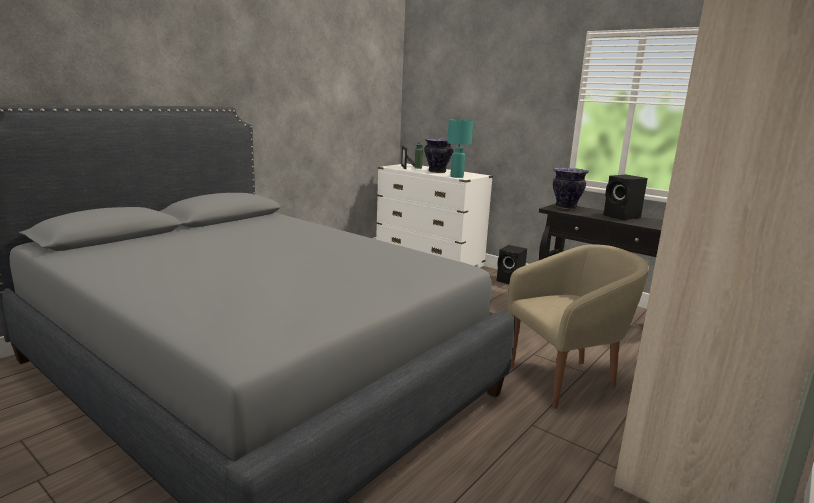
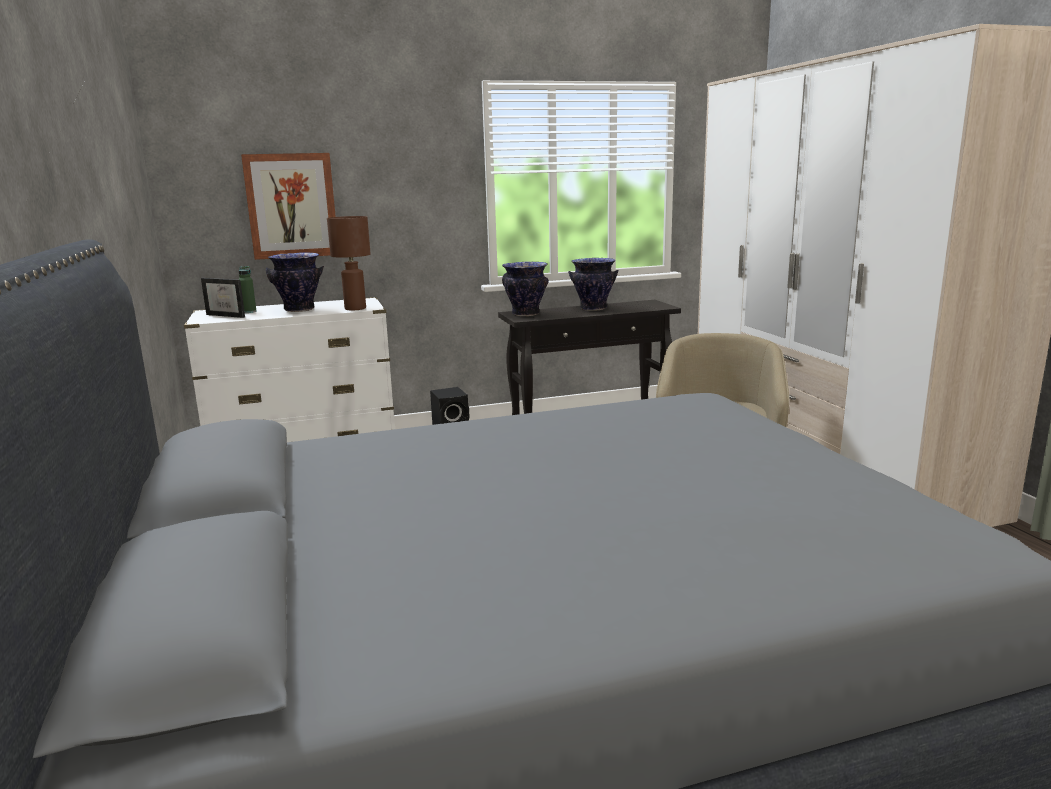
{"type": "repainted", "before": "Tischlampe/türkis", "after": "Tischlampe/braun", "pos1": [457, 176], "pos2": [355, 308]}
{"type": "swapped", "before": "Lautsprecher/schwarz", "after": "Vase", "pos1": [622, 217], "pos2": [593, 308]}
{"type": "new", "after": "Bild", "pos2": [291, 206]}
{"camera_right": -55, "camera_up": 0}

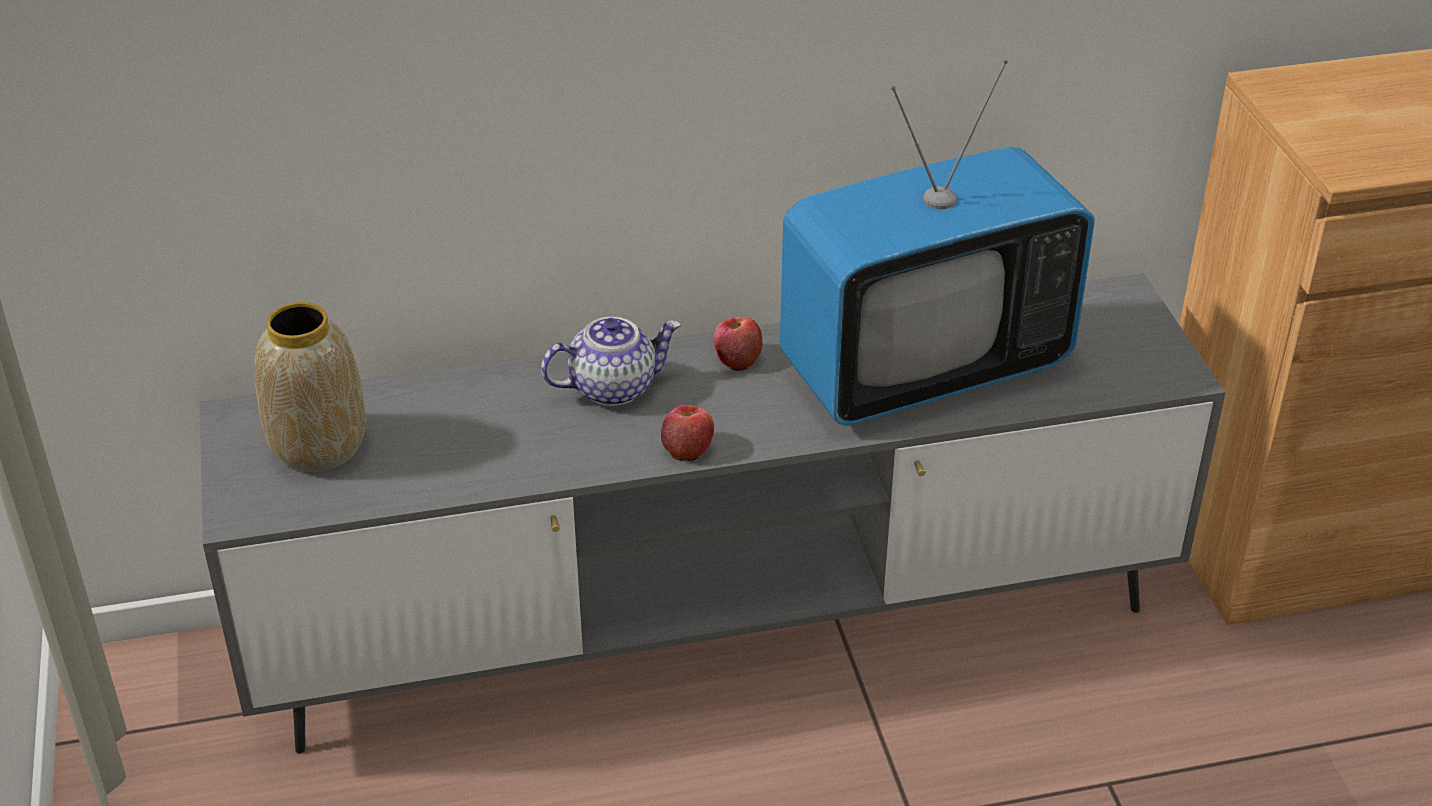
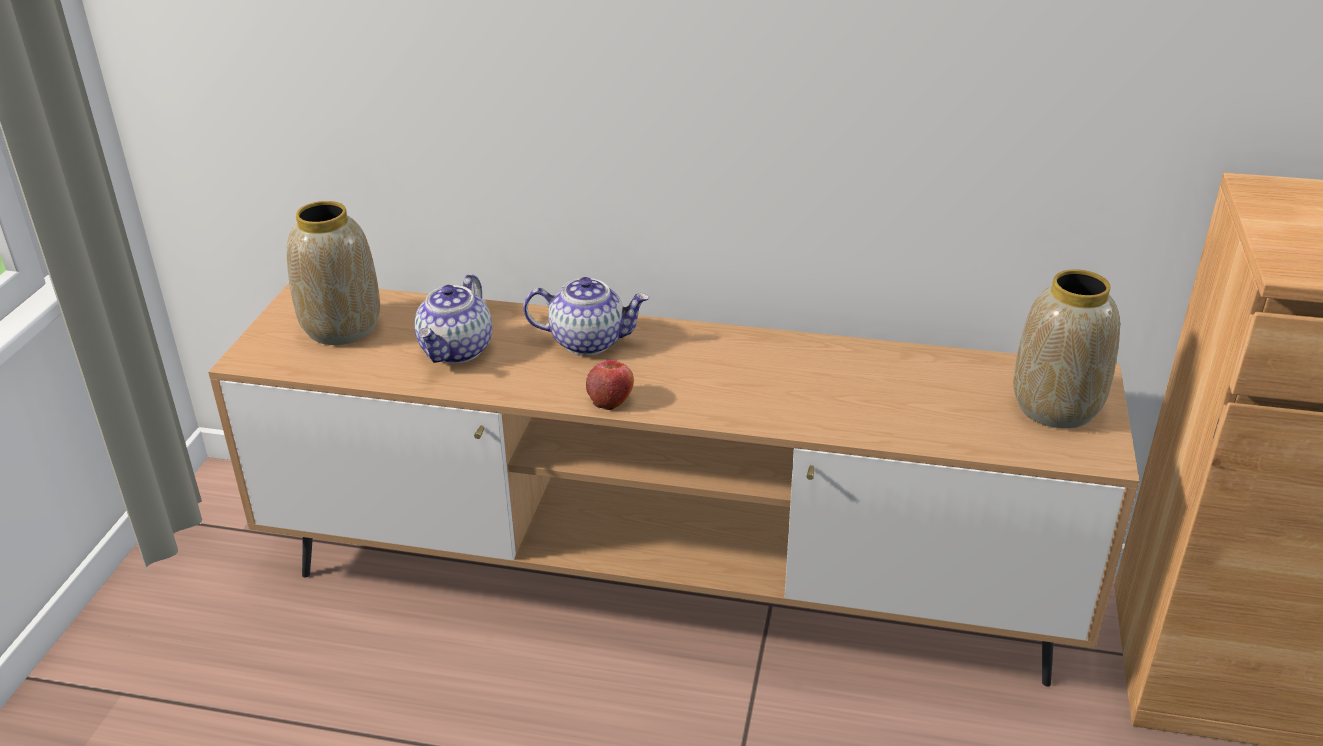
{"type": "repainted", "before": "Fernsehschrank/grau", "after": "Fernsehschrank/braun", "pos1": [714, 630], "pos2": [665, 585]}
{"type": "gone", "before": "Apfel", "pos1": [737, 358]}
{"type": "gone", "before": "Fernseher", "pos1": [924, 369]}
{"type": "new", "after": "Teekanne", "pos2": [457, 350]}
{"type": "new", "after": "Vase", "pos2": [1054, 407]}
{"camera_right": 25, "camera_up": -5}

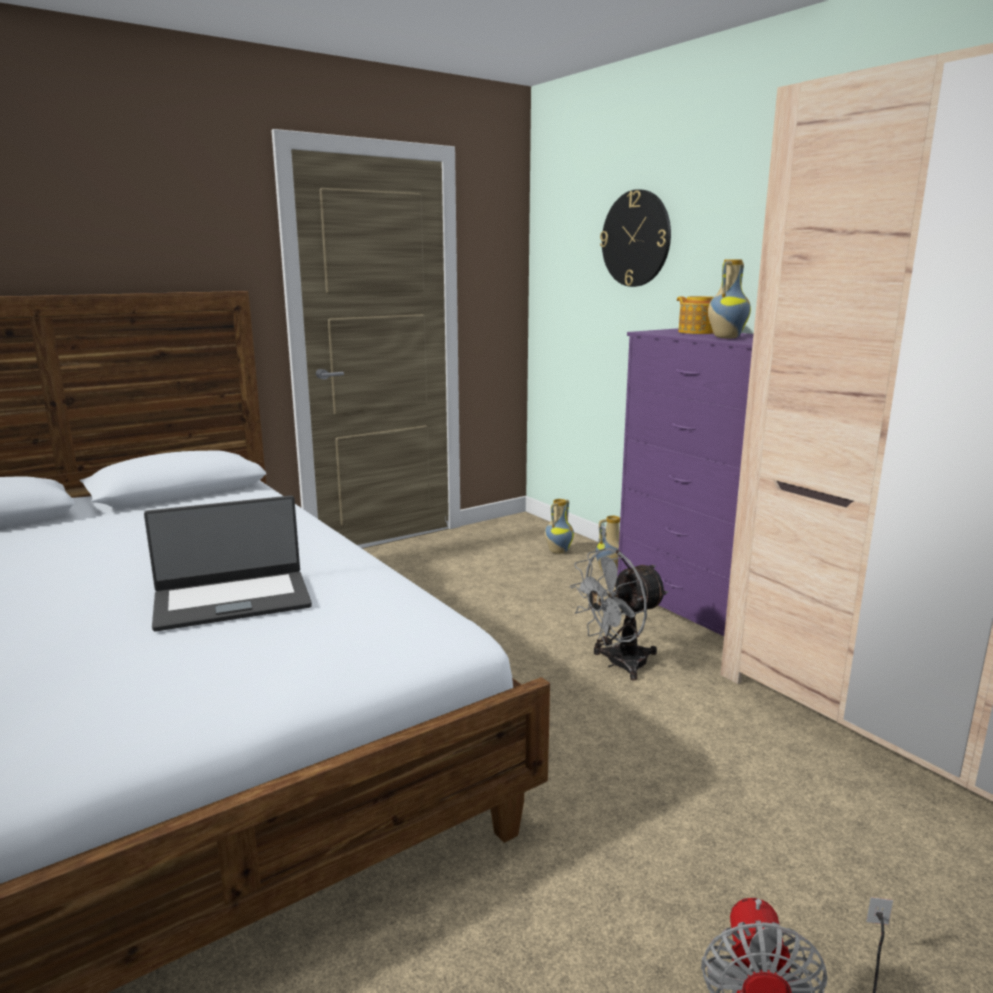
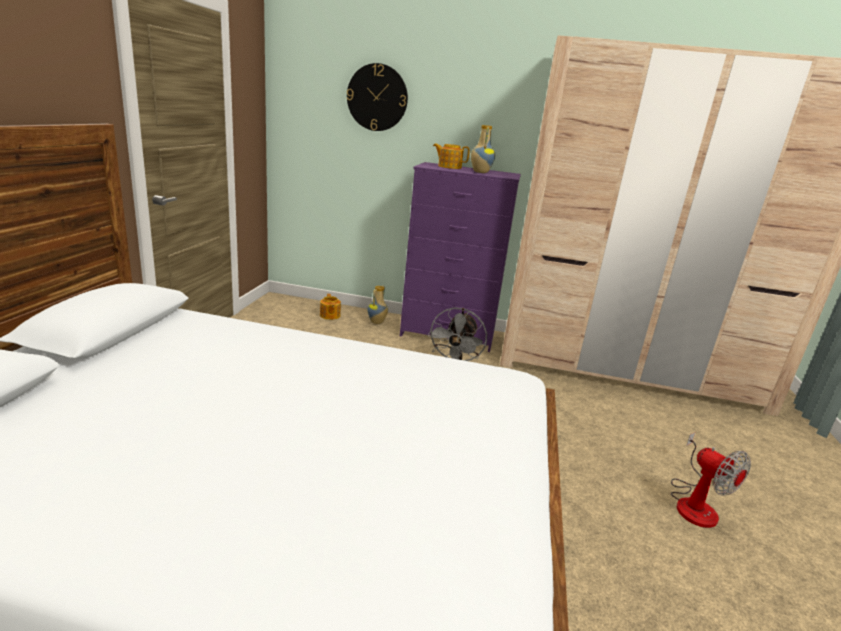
{"type": "gone", "before": "Laptop", "pos1": [232, 600]}
{"type": "swapped", "before": "Vase", "after": "Teekanne", "pos1": [558, 551], "pos2": [329, 316]}
{"camera_right": -45, "camera_up": 5}

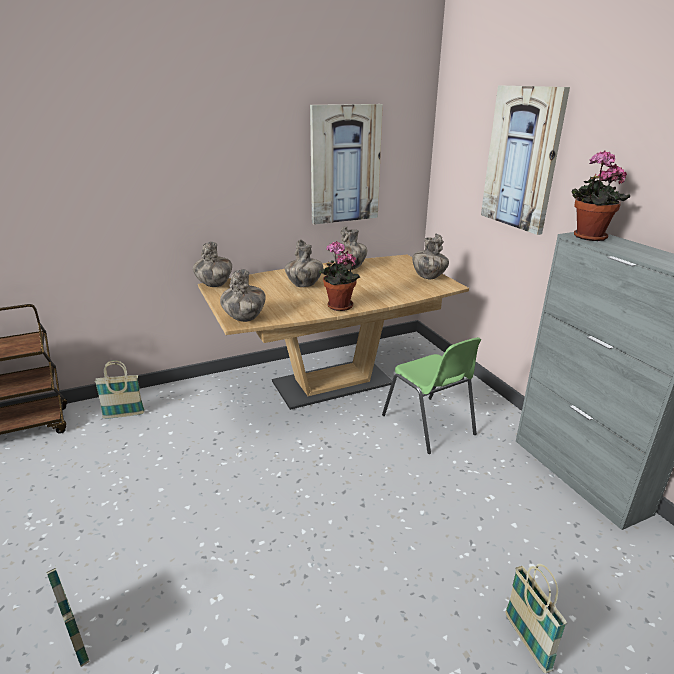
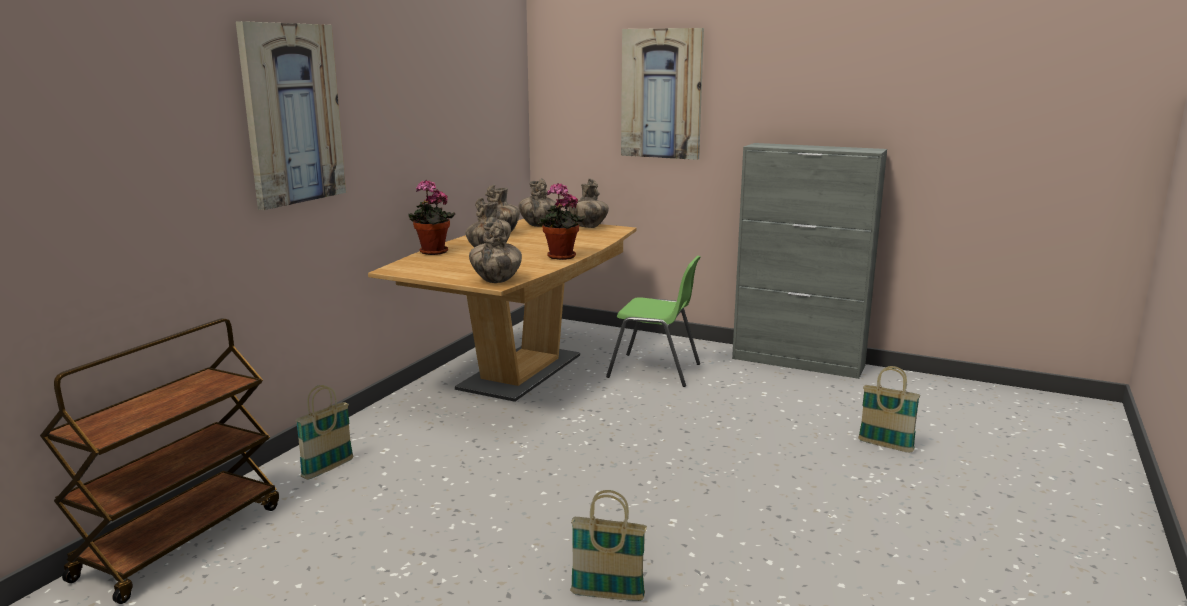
{"type": "shifted", "before": "Vase", "pos1": [214, 285], "pos2": [538, 225]}
{"type": "shifted", "before": "Bild", "pos1": [345, 164], "pos2": [292, 114]}
{"type": "shifted", "before": "Topfpflanze", "pos1": [587, 237], "pos2": [432, 252]}
{"camera_right": -40, "camera_up": -10}

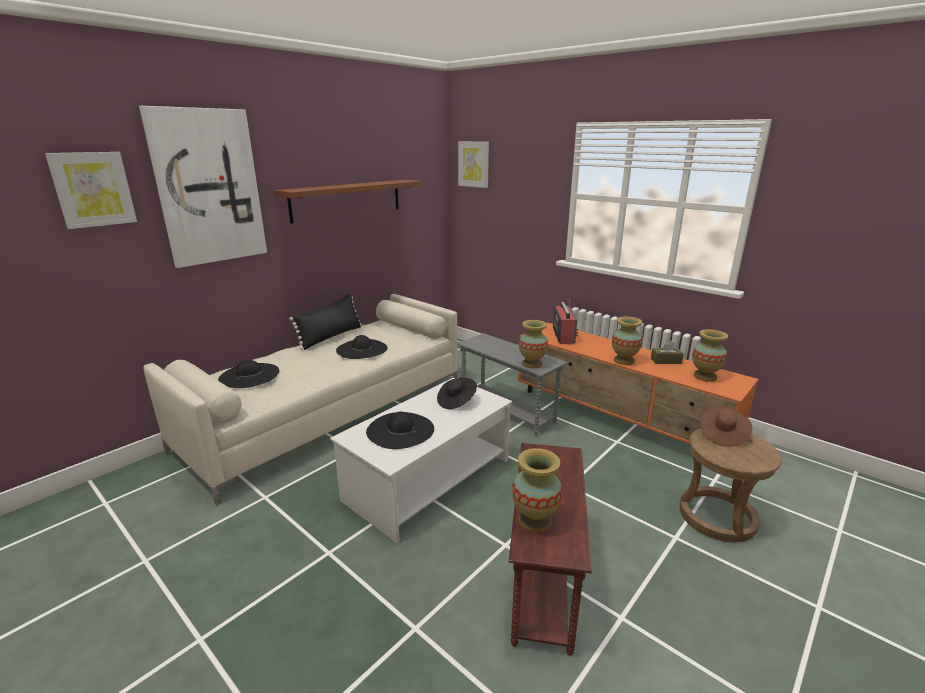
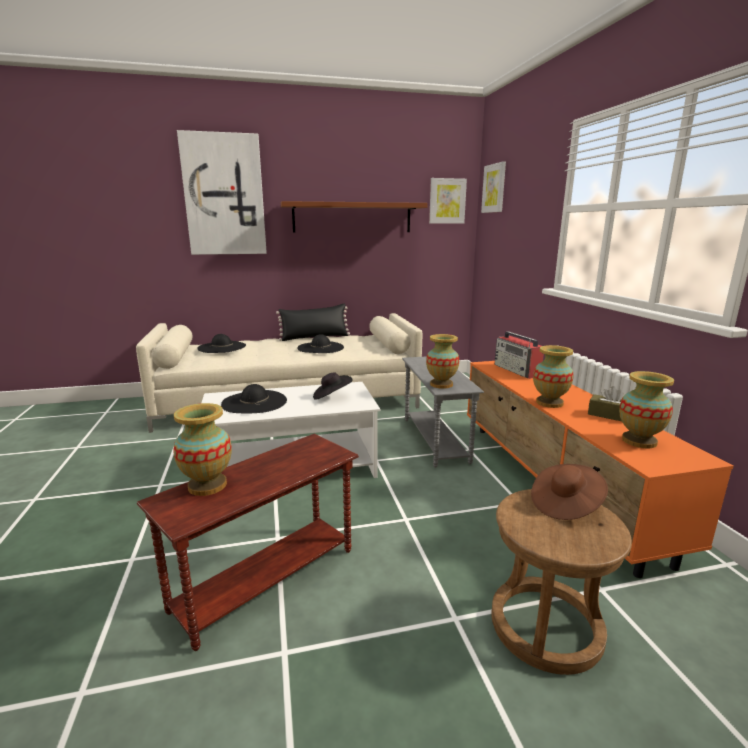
{"type": "shifted", "before": "Bild", "pos1": [93, 189], "pos2": [447, 201]}
{"type": "rotated", "before": "Radio", "pos1": [563, 336], "pos2": [517, 370], "turn": 120}
{"camera_right": 35, "camera_up": -5}

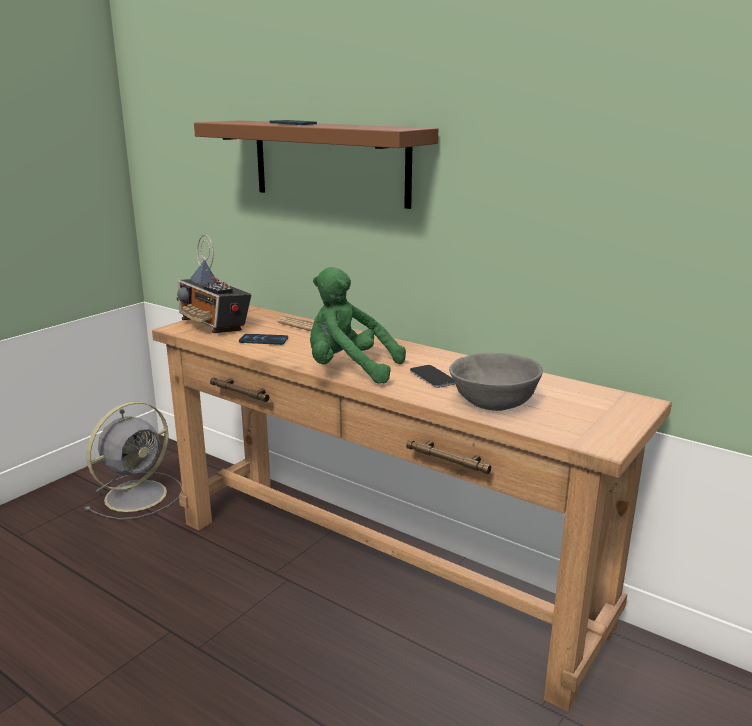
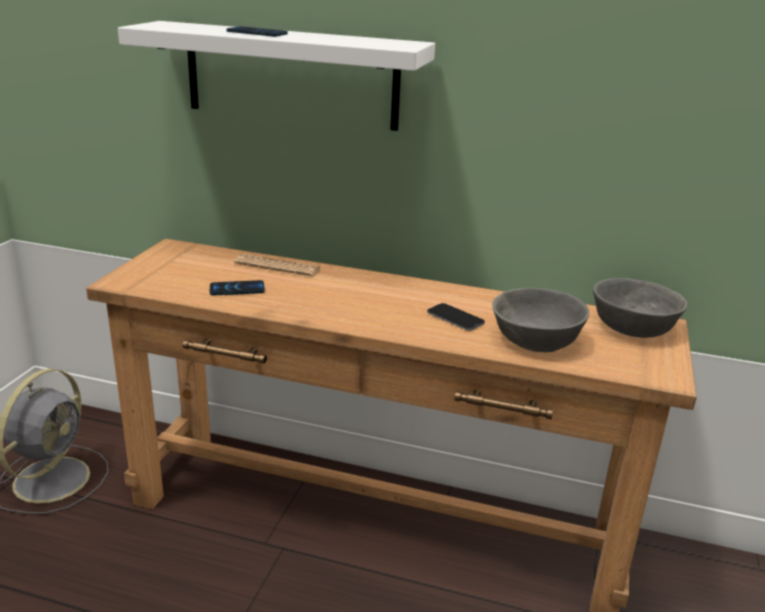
{"type": "gone", "before": "Radio", "pos1": [214, 326]}
{"type": "repainted", "before": "Wandregal/braun", "after": "Wandregal/weiß", "pos1": [330, 162], "pos2": [291, 75]}
{"type": "gone", "before": "Plüschtier/grün", "pos1": [349, 370]}
{"type": "new", "after": "Schüssel/grau", "pos2": [632, 327]}
{"camera_right": -20, "camera_up": 5}

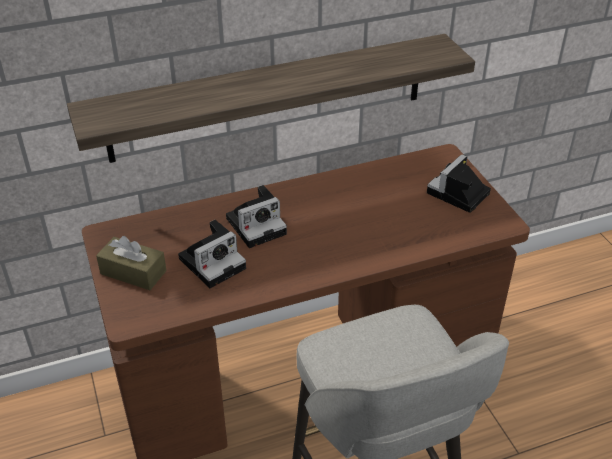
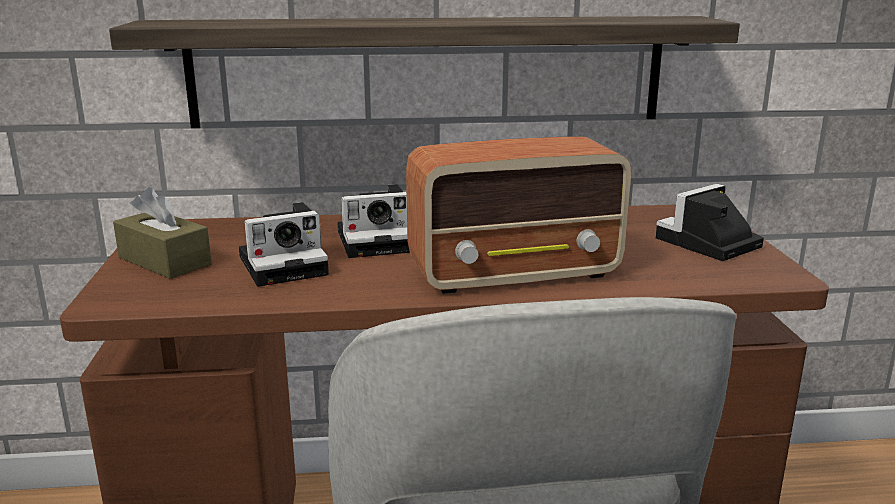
{"type": "new", "after": "Radio", "pos2": [516, 273]}
{"camera_right": 15, "camera_up": -20}

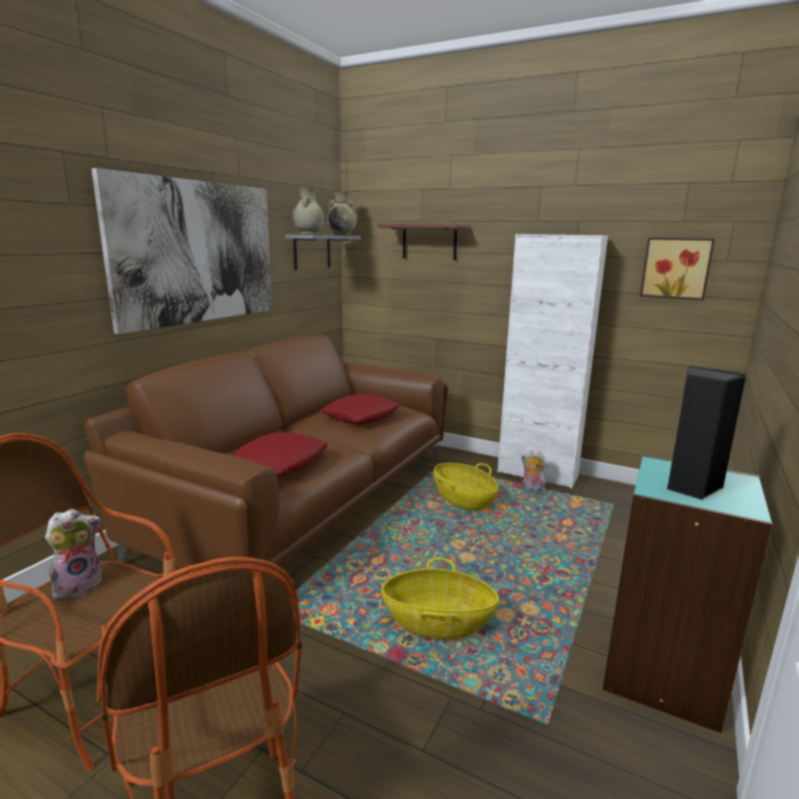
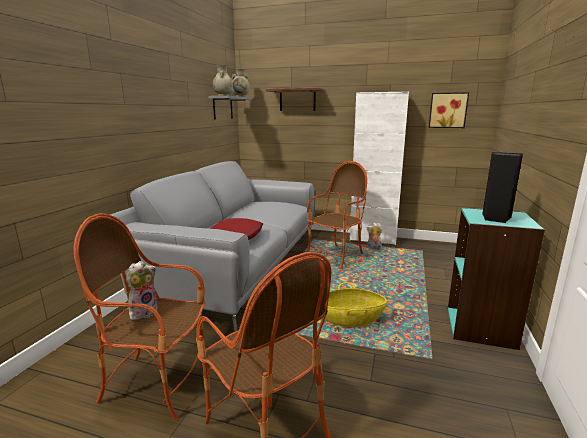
{"type": "repainted", "before": "Sofa/braun", "after": "Sofa/grau", "pos1": [305, 500], "pos2": [239, 265]}
{"type": "gone", "before": "Bild", "pos1": [197, 252]}
{"type": "gone", "before": "Kissen/rot", "pos1": [361, 416]}
{"type": "swapped", "before": "Korb", "after": "Sessel", "pos1": [463, 500], "pos2": [336, 256]}
{"camera_right": -10, "camera_up": 0}

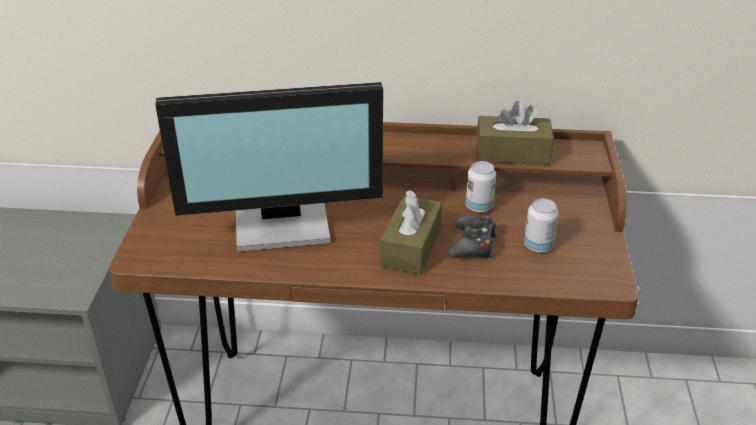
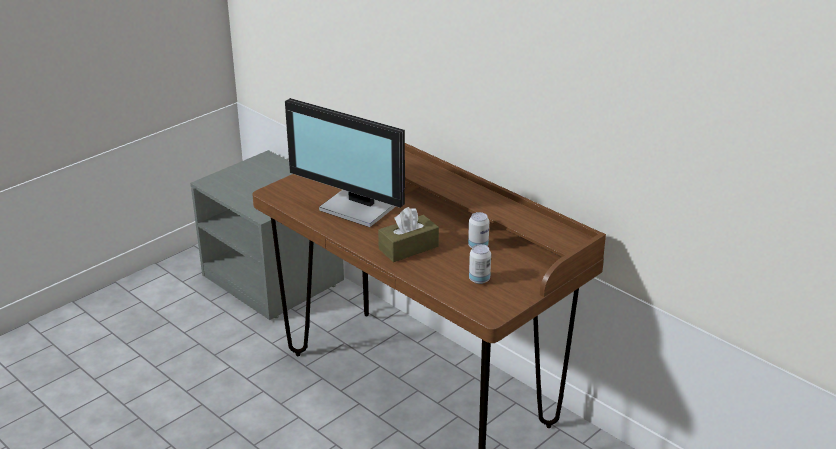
{"type": "gone", "before": "Gamepad/schwarz", "pos1": [472, 245]}
{"type": "gone", "before": "Taschentuchbox/braun", "pos1": [512, 153]}
{"camera_right": 40, "camera_up": -5}

